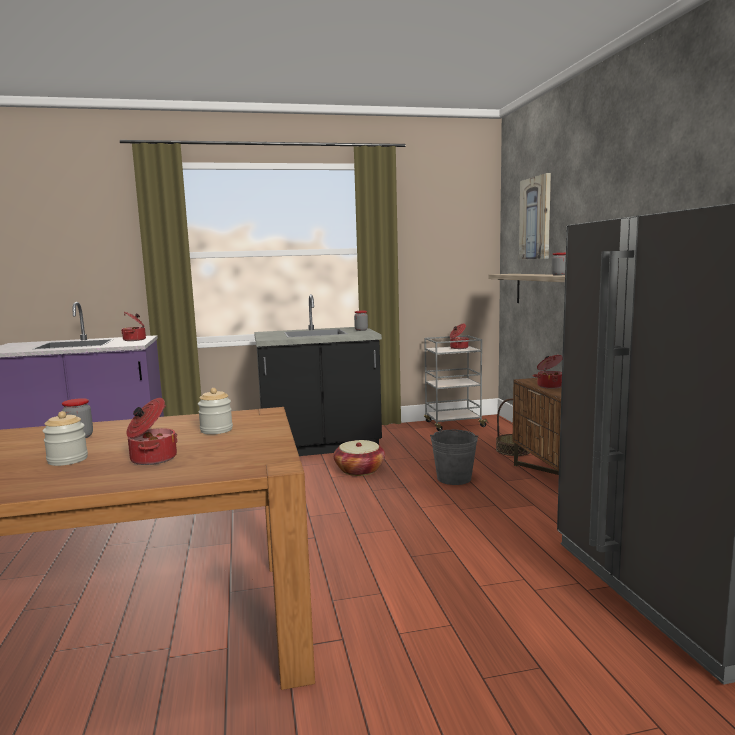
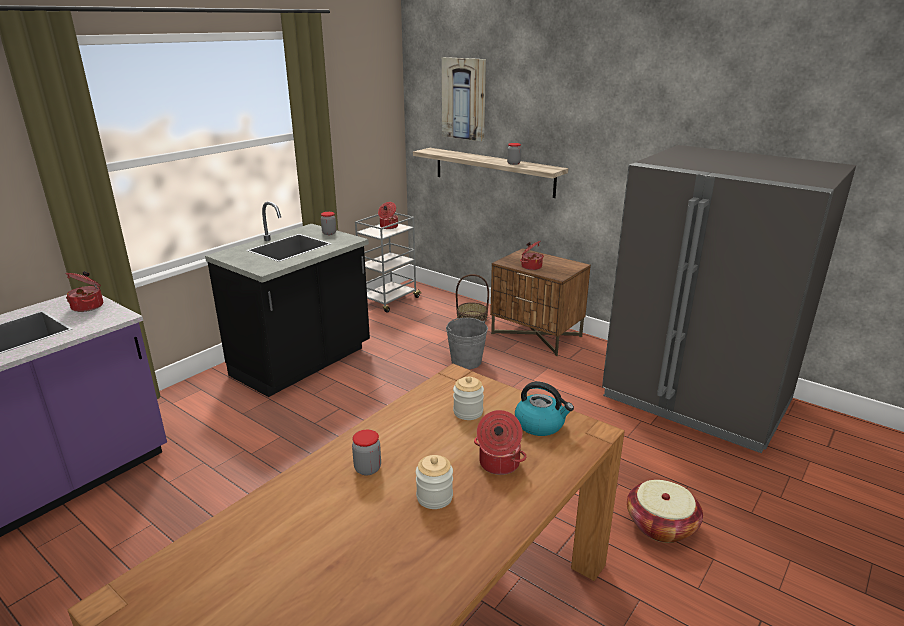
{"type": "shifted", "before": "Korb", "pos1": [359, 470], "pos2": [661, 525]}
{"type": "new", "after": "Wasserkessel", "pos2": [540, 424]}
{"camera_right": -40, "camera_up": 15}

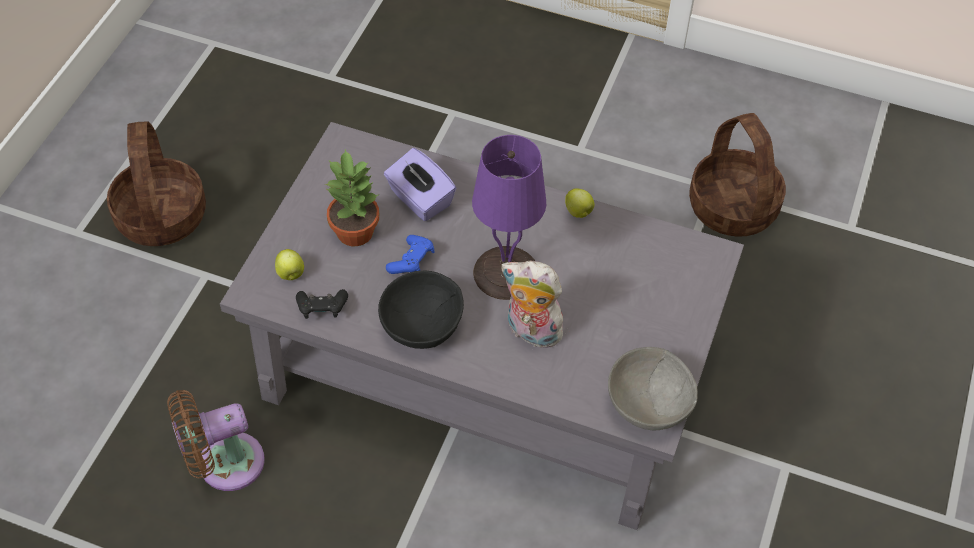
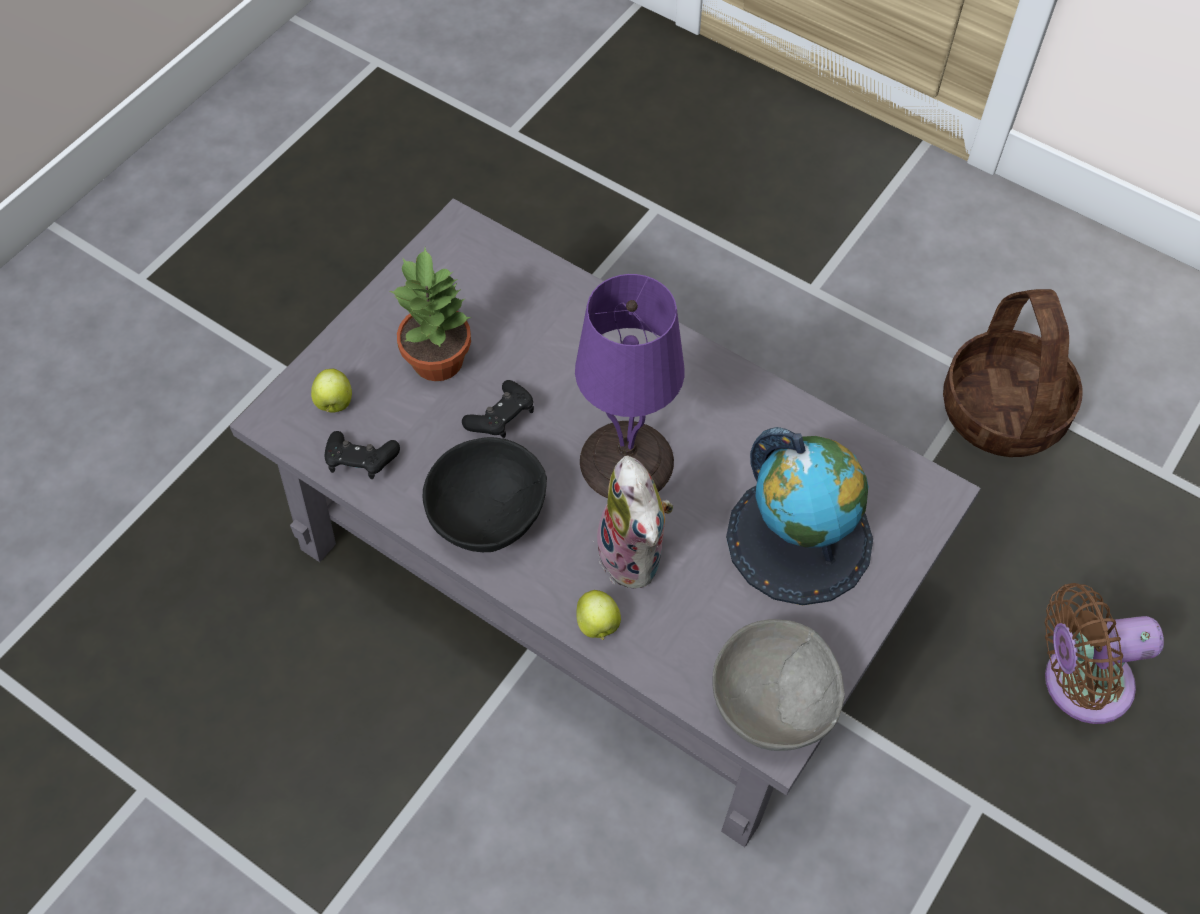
{"type": "gone", "before": "Korb", "pos1": [160, 215]}
{"type": "shifted", "before": "Ventilator/braun", "pos1": [224, 464], "pos2": [1078, 683]}
{"type": "gone", "before": "Taschentuchbox/lila", "pos1": [420, 199]}
{"type": "repainted", "before": "Gamepad/blau", "after": "Gamepad/schwarz", "pos1": [412, 262], "pos2": [501, 418]}
{"type": "rotated", "before": "Plüschtier", "pos1": [530, 332], "pos2": [636, 556], "turn": -150}
{"type": "shifted", "before": "Apfel", "pos1": [579, 212], "pos2": [598, 625]}
{"type": "new", "after": "Globus", "pos2": [799, 538]}
{"camera_right": 15, "camera_up": 5}

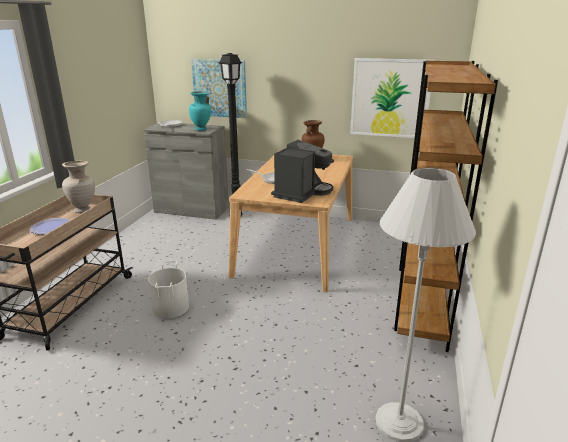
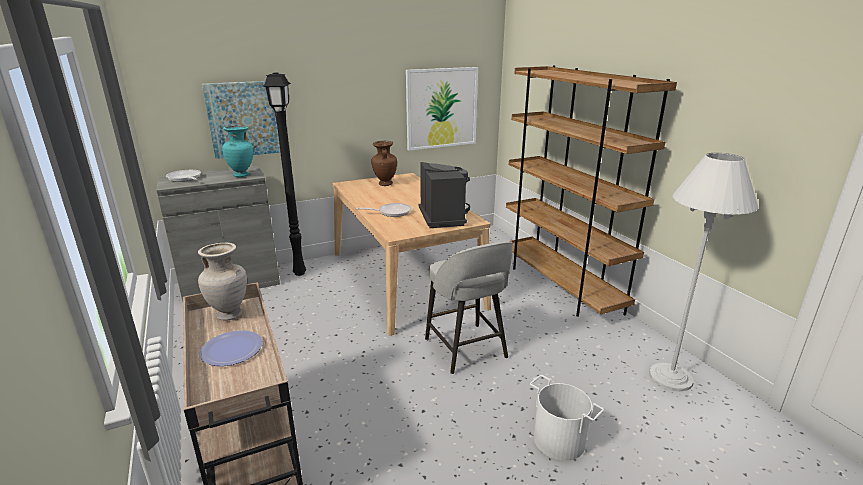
{"type": "shifted", "before": "Eimer/weiß", "pos1": [170, 307], "pos2": [558, 440]}
{"type": "new", "after": "Hocker/grau", "pos2": [466, 349]}
{"camera_right": -40, "camera_up": 0}

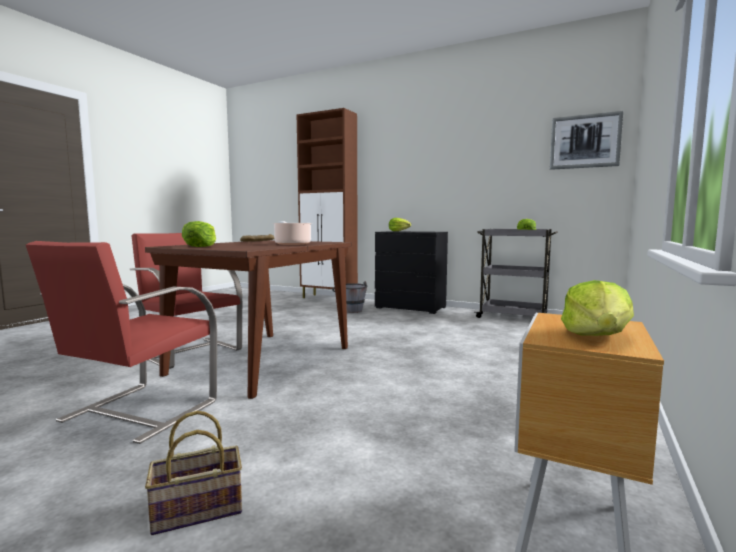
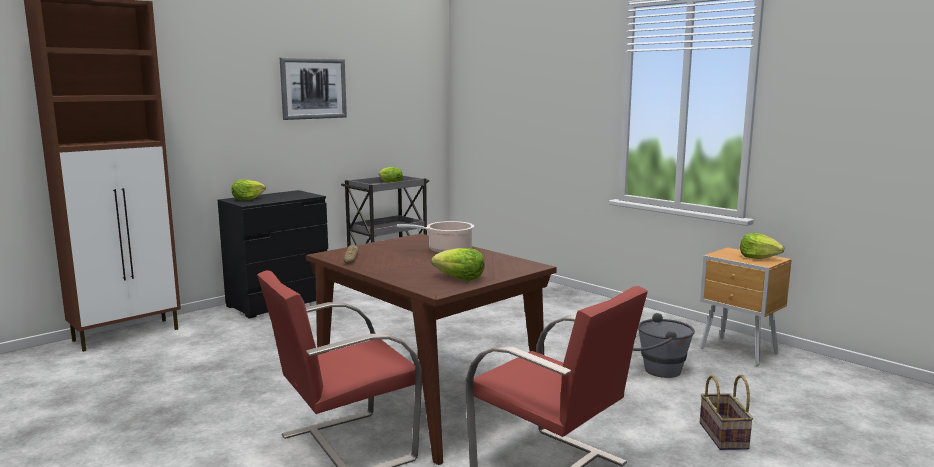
{"type": "shifted", "before": "Eimer/grau", "pos1": [350, 309], "pos2": [654, 370]}
{"type": "shifted", "before": "Bild", "pos1": [585, 141], "pos2": [313, 88]}
{"camera_right": -70, "camera_up": 5}

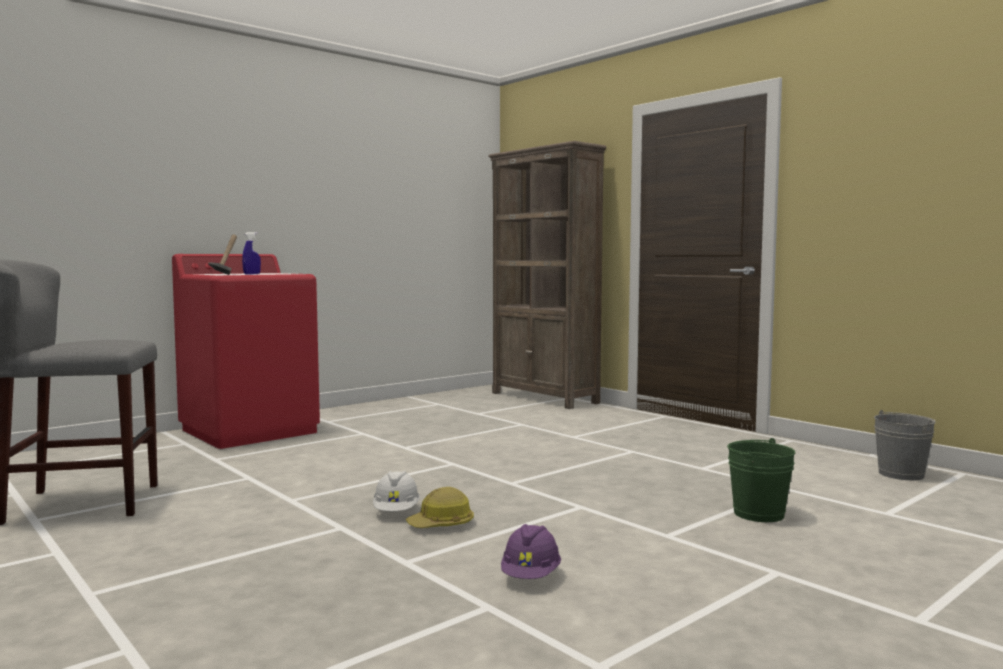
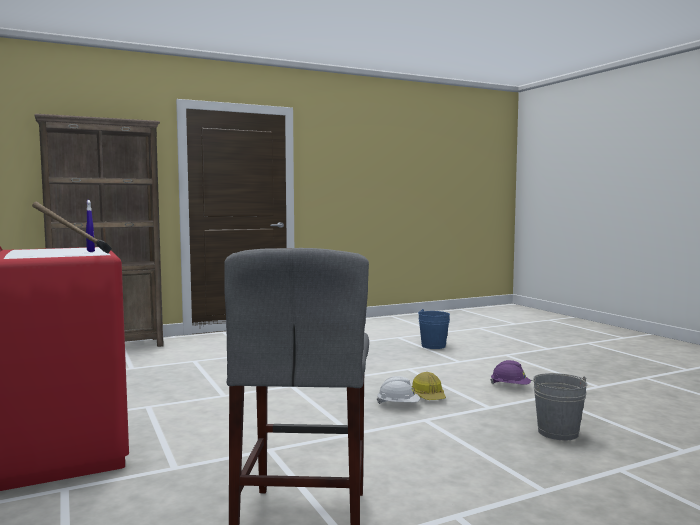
{"type": "repainted", "before": "Eimer/grün", "after": "Eimer/blau", "pos1": [758, 514], "pos2": [433, 346]}
{"type": "shifted", "before": "Eimer/grau", "pos1": [901, 474], "pos2": [558, 432]}
{"camera_right": -75, "camera_up": 0}

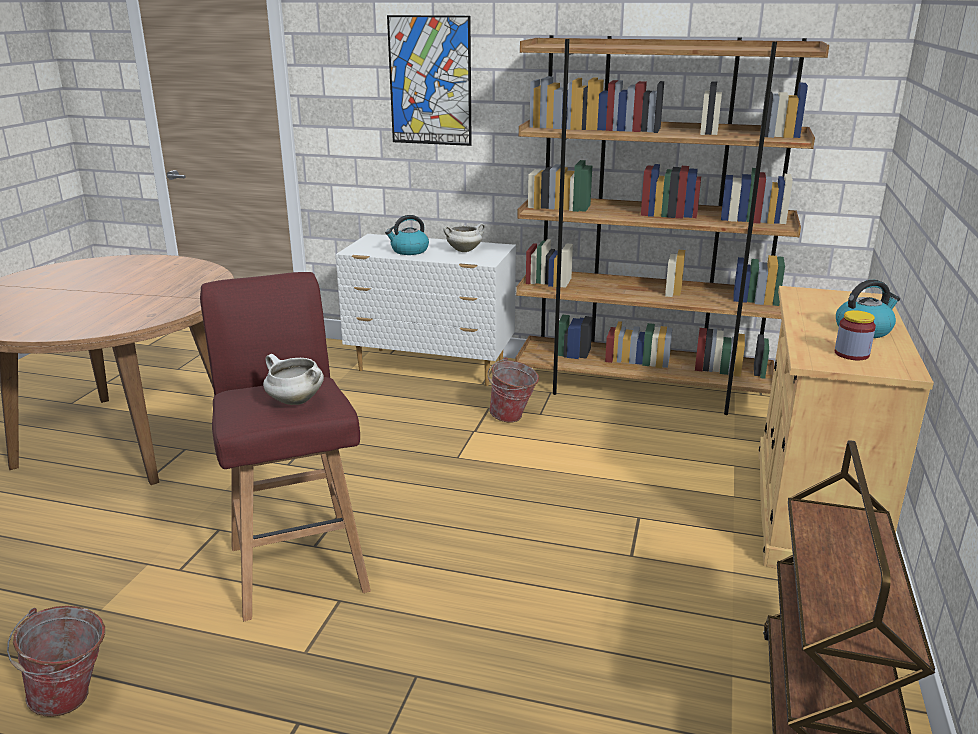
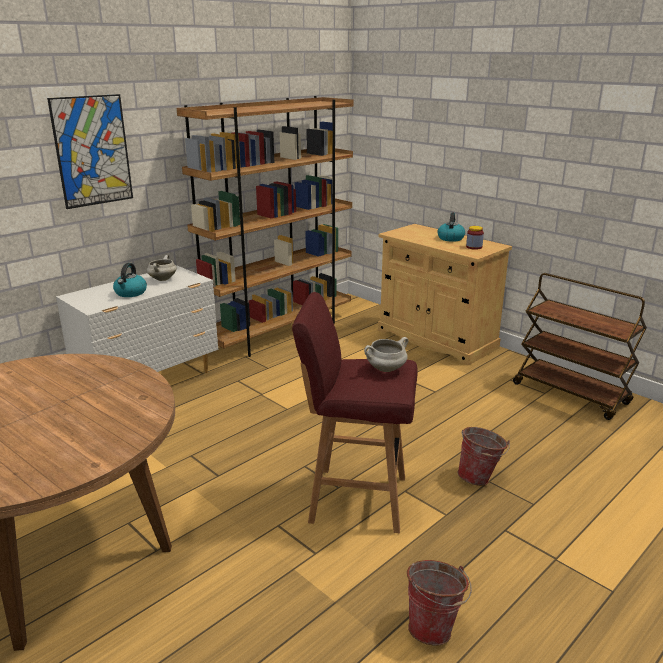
{"type": "shifted", "before": "Eimer", "pos1": [512, 418], "pos2": [480, 478]}
{"camera_right": -60, "camera_up": 0}

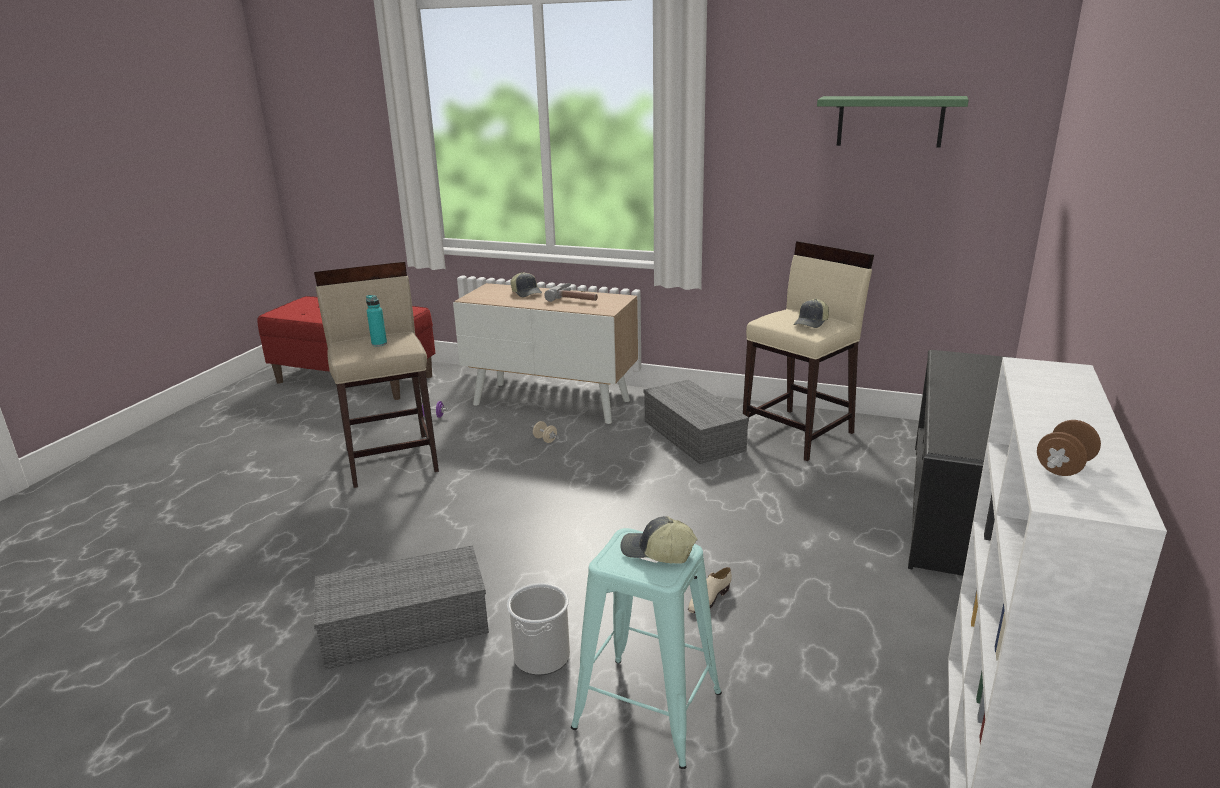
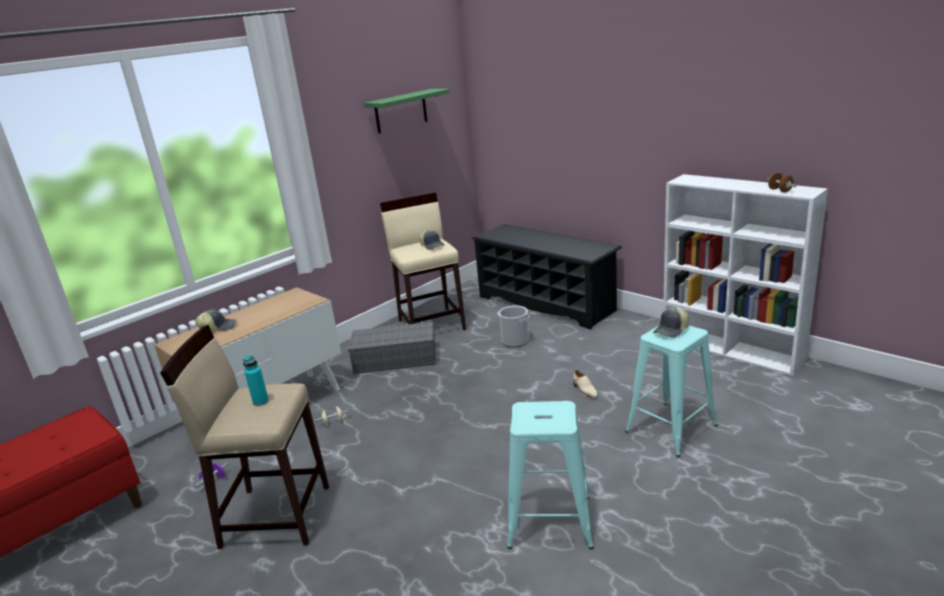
{"type": "swapped", "before": "Aufbewahrungsbox/grau", "after": "Hocker/türkis", "pos1": [403, 627], "pos2": [550, 521]}
{"type": "shifted", "before": "Eimer", "pos1": [542, 656], "pos2": [515, 341]}
{"type": "gone", "before": "Hammer", "pos1": [576, 298]}
{"camera_right": -65, "camera_up": 0}

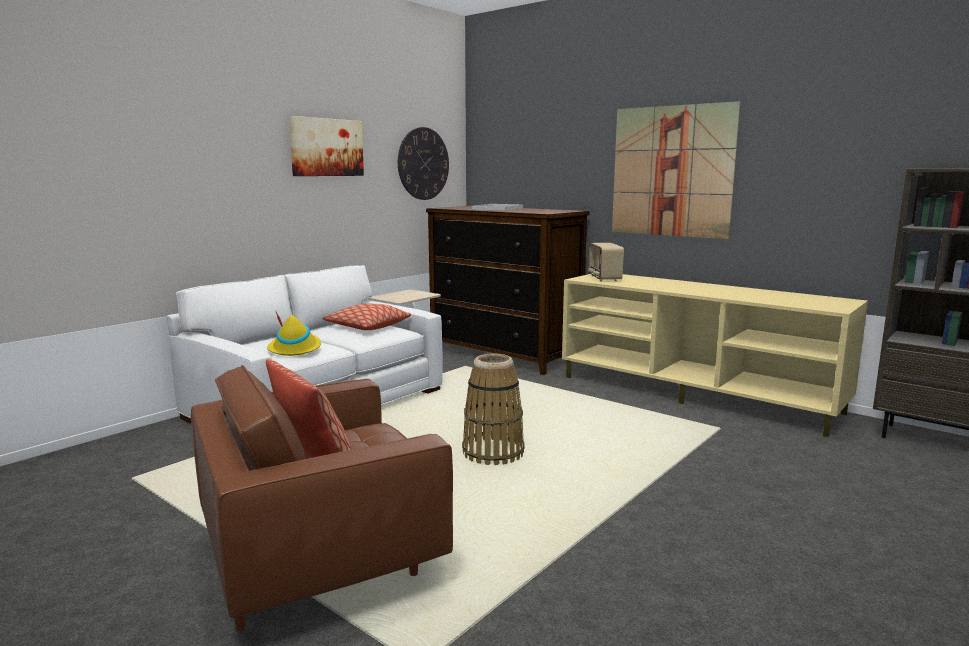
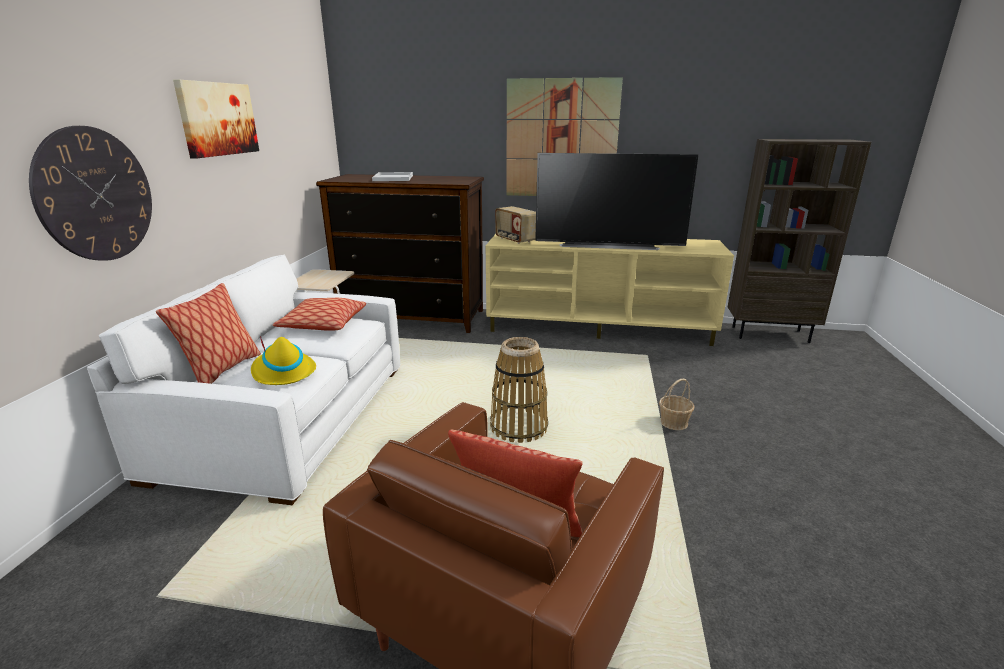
{"type": "shifted", "before": "Wanduhr", "pos1": [423, 163], "pos2": [95, 195]}
{"type": "new", "after": "Kissen", "pos2": [222, 370]}
{"type": "new", "after": "Fernseher", "pos2": [608, 245]}
{"type": "new", "after": "Korb", "pos2": [674, 422]}
{"camera_right": -30, "camera_up": 10}

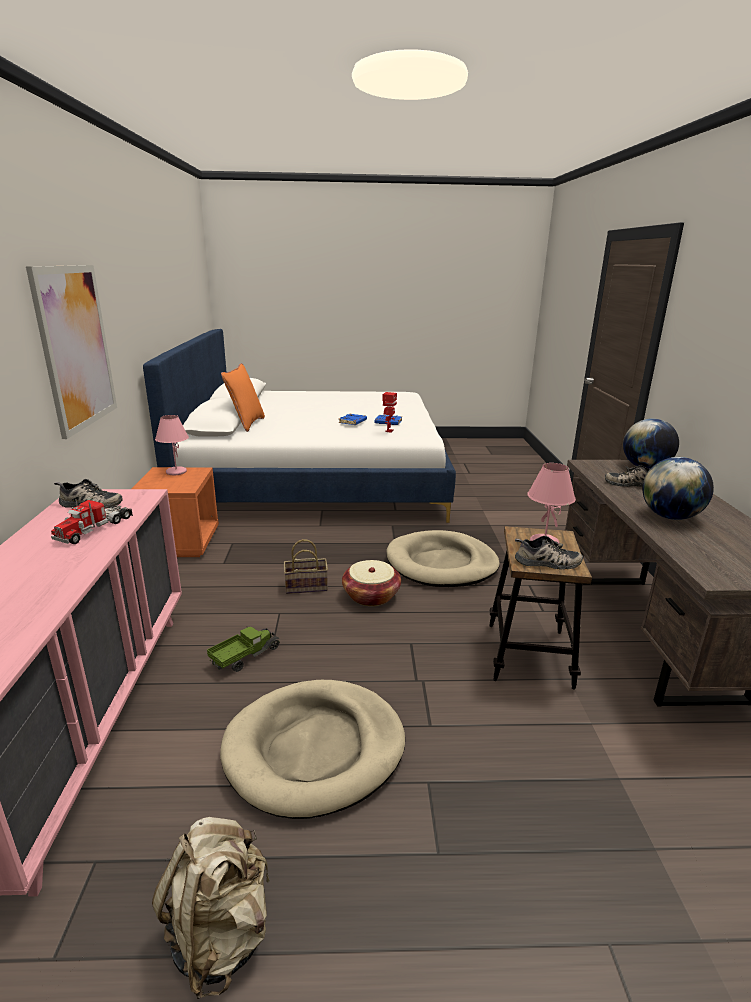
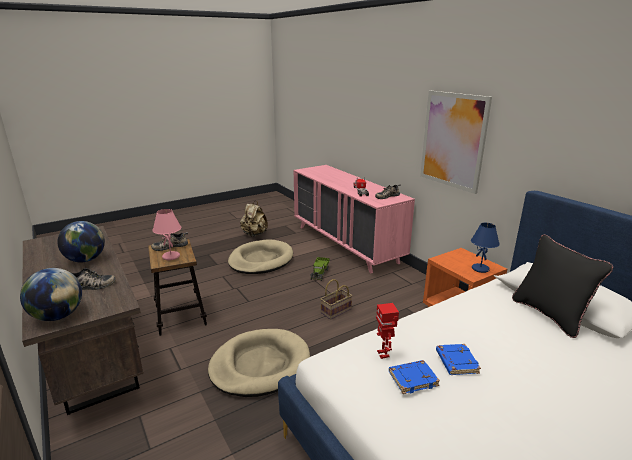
{"type": "repainted", "before": "Tischlampe/rosa", "after": "Tischlampe/blau", "pos1": [176, 472], "pos2": [480, 269]}
{"type": "repainted", "before": "Kissen/orange", "after": "Kissen/schwarz", "pos1": [246, 424], "pos2": [549, 315]}
{"type": "gone", "before": "Korb", "pos1": [371, 595]}
{"camera_right": 150, "camera_up": 0}

